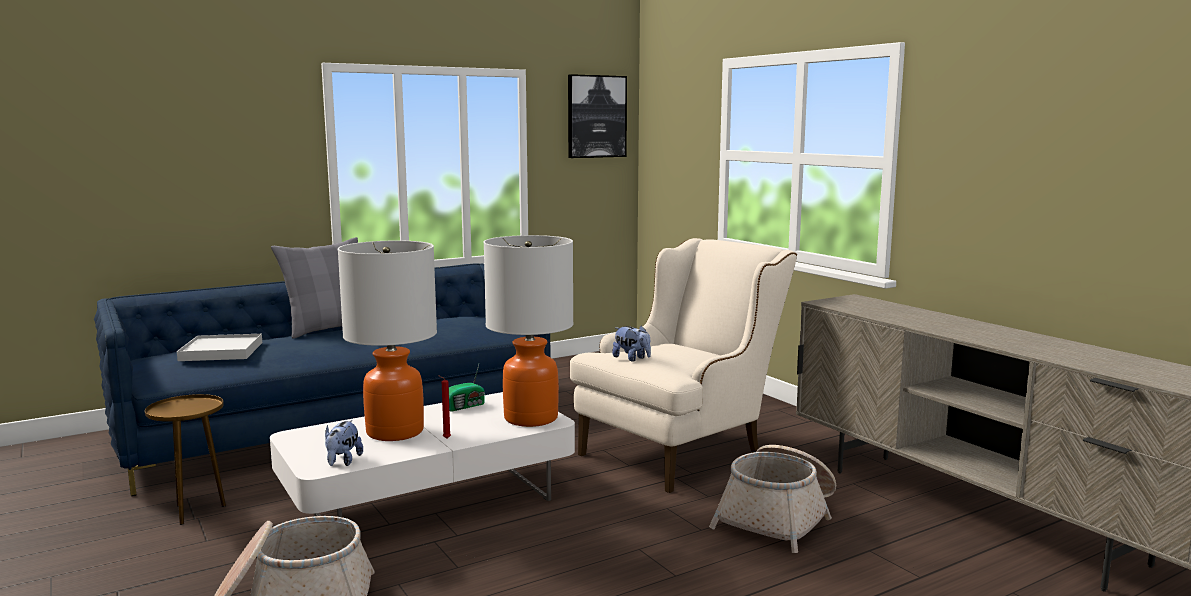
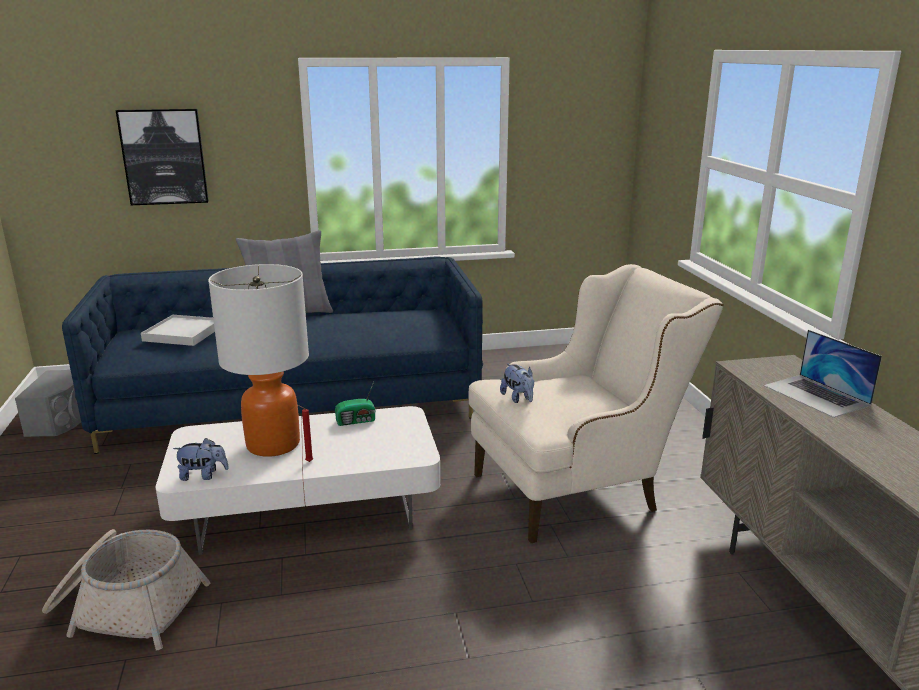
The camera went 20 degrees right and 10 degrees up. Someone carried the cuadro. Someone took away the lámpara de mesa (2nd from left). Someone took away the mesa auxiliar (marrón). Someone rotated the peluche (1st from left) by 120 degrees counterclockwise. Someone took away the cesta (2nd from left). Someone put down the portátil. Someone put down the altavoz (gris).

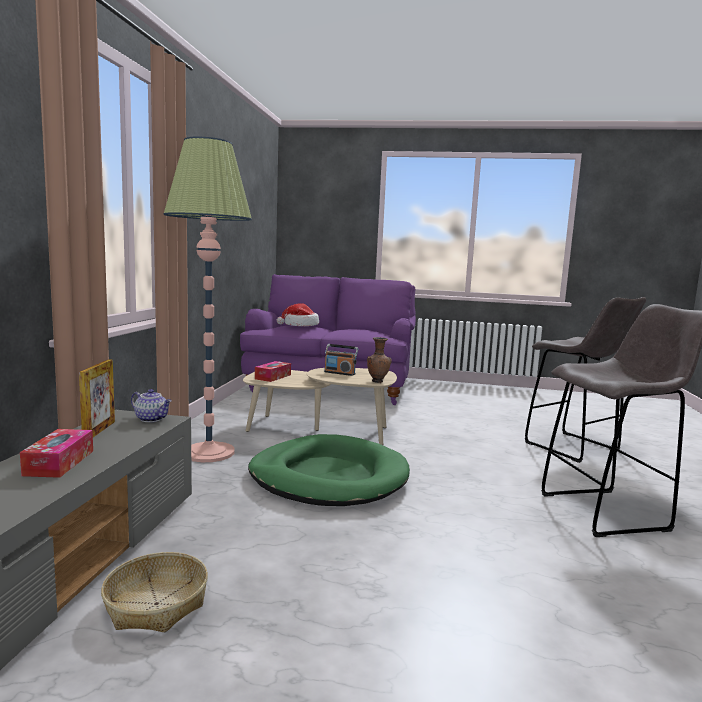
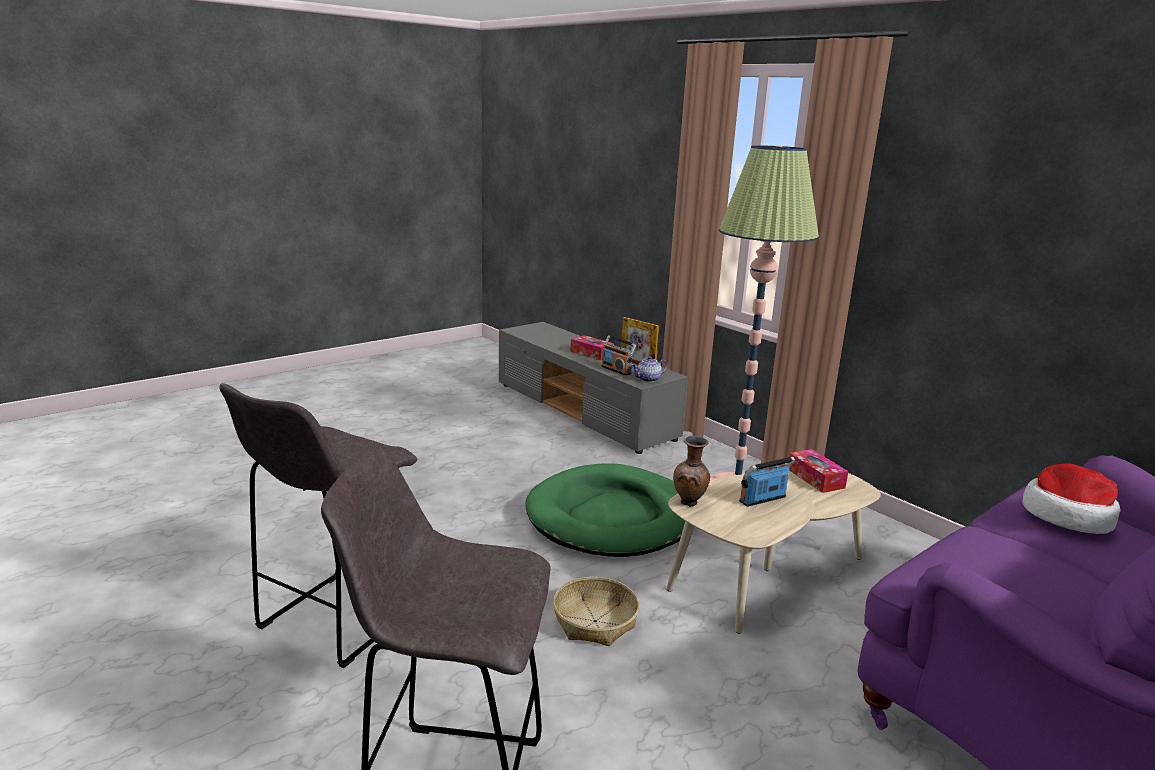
The camera went 130 degrees right and 10 degrees up. Someone carried the cesta. Someone put down the radio (1st from left).

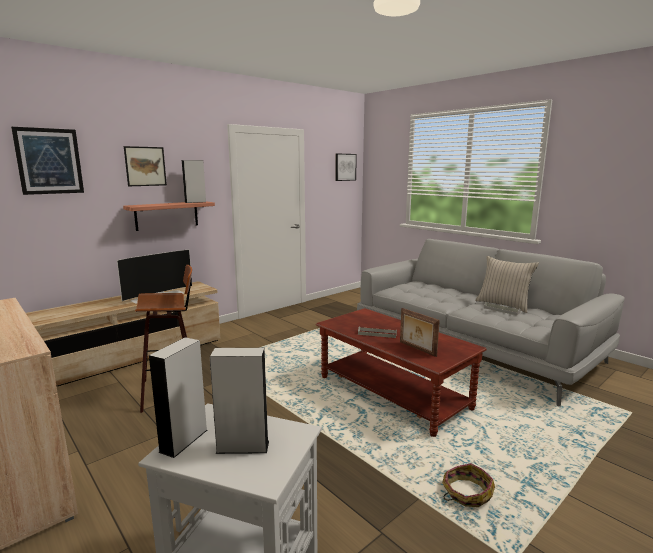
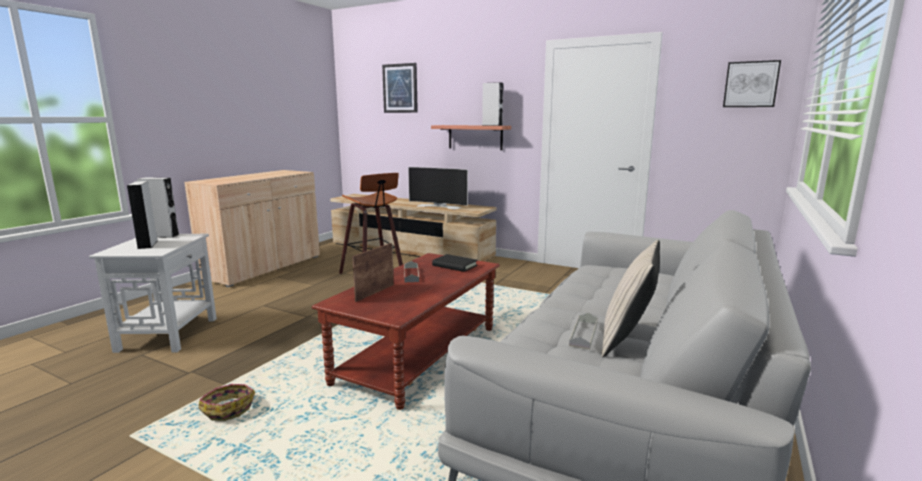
The camera went 70 degrees right and 0 degrees up. Someone took away the cuadro (2nd from left). Someone put down the libro (negro).

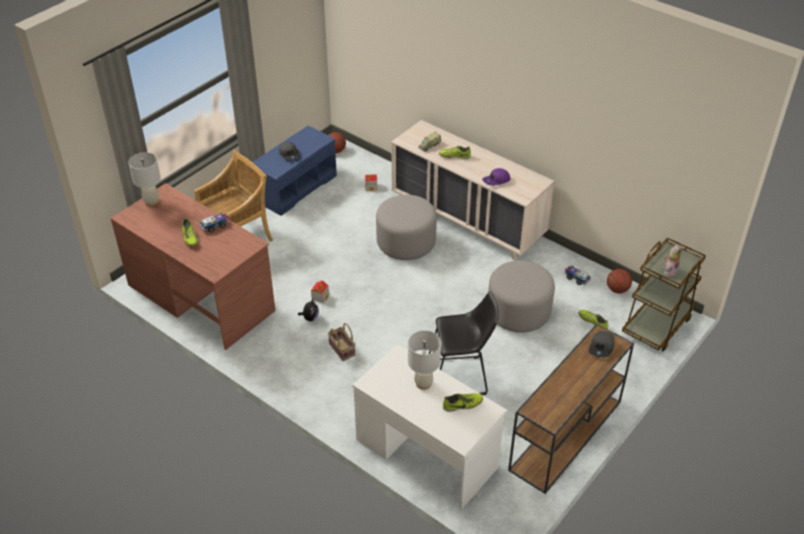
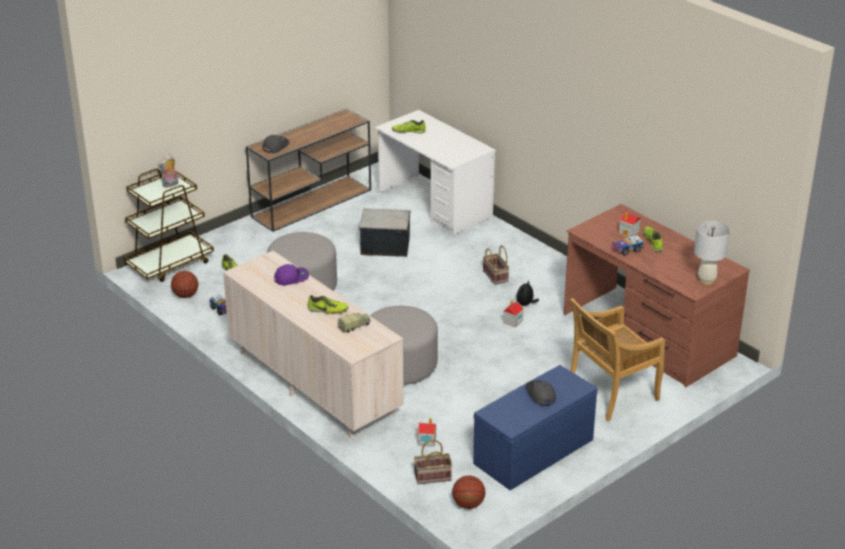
The camera went 170 degrees left and 10 degrees down. Someone swapped the taburete (negro) for the caja de almacenaje. Someone took away the lámpara de mesa (blanco) (2nd from left). Someone put down the casita (3rd from left). Someone put down the cesta (1st from left).

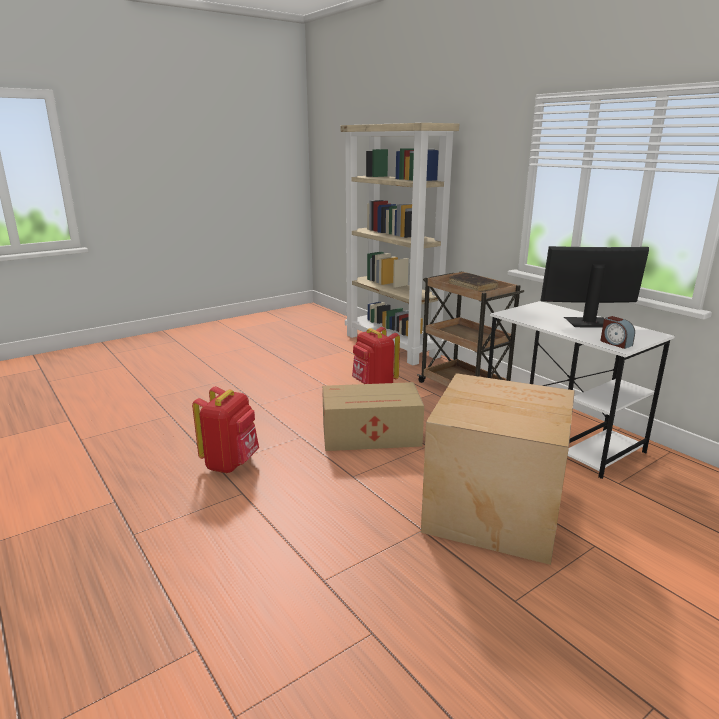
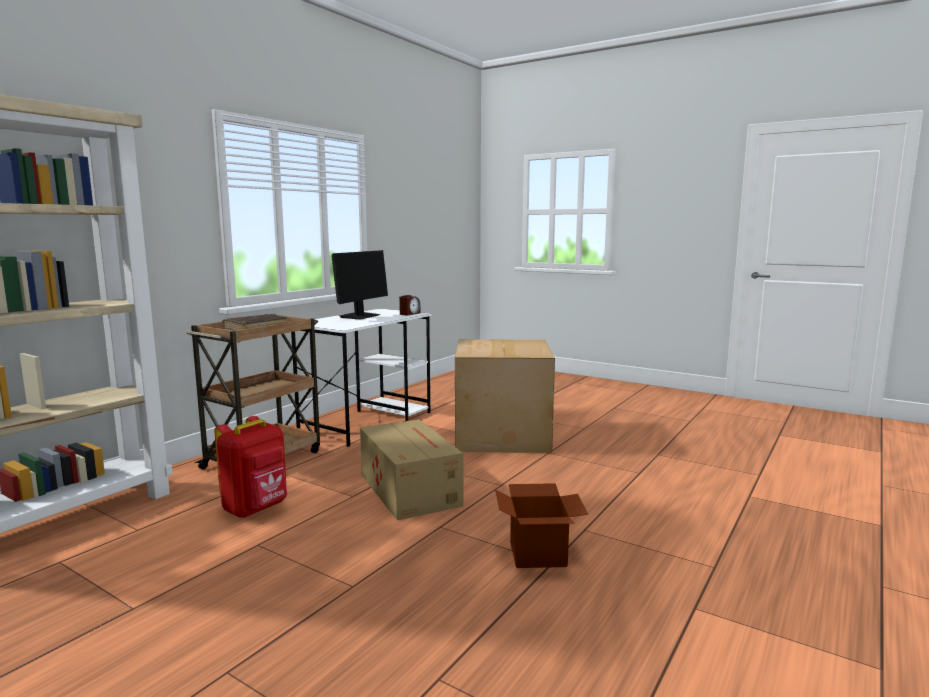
The camera went 110 degrees left and 10 degrees down. Someone rotated the monitor by 135 degrees counterclockwise. Someone swapped the mochila (rojo) (1st from left) for the caja de cartón (3rd from left).

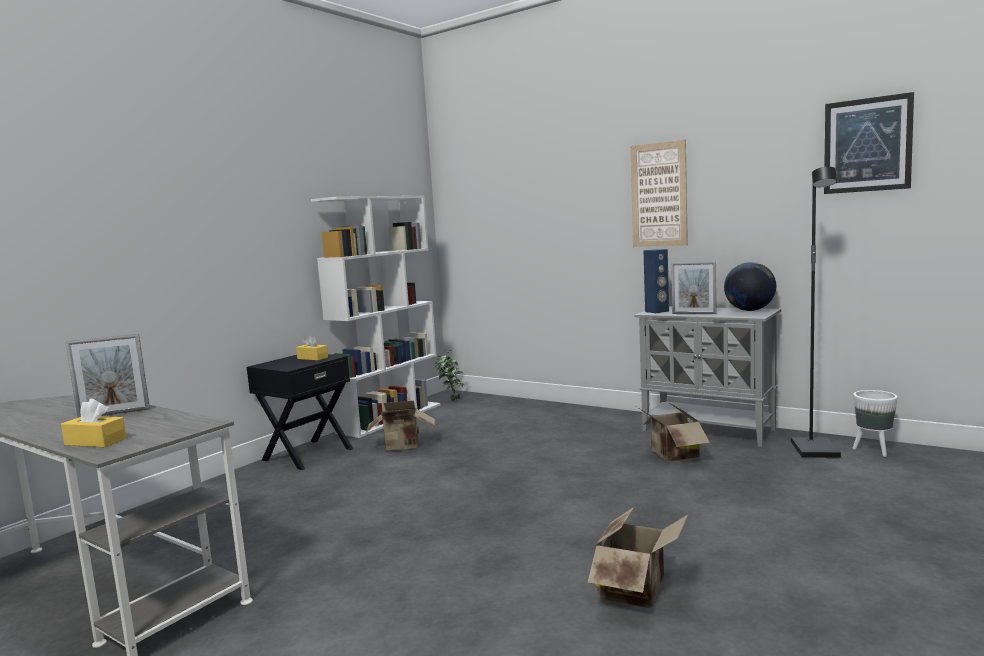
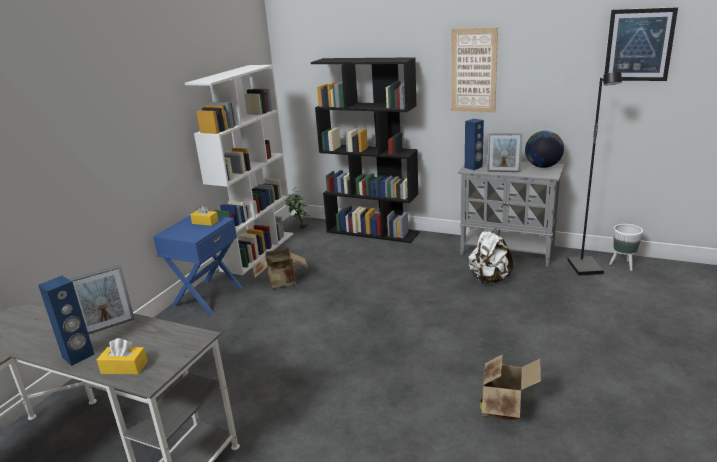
The camera went 10 degrees left and 15 degrees up. Someone repainted the mesita de noche (negro), which became the mesita de noche (azul). Someone swapped the caja de cartón (3rd from left) for the mochila (blanco). Someone put down the estantería (negro). Someone put down the altavoz (azul) (1st from left).

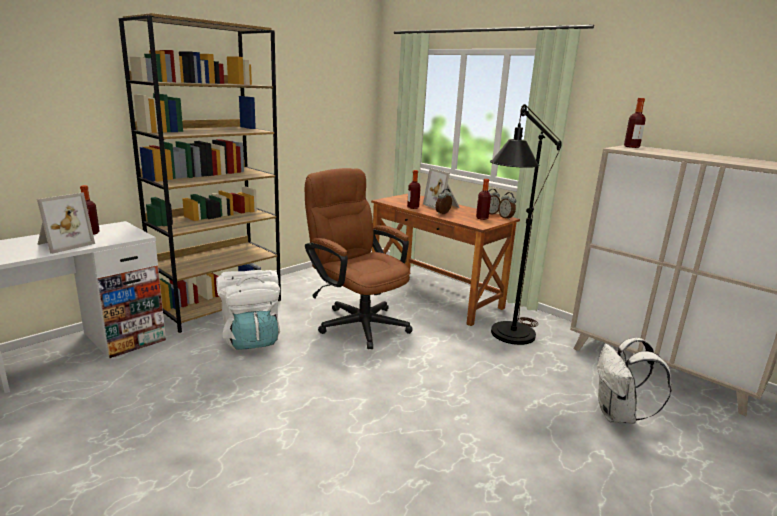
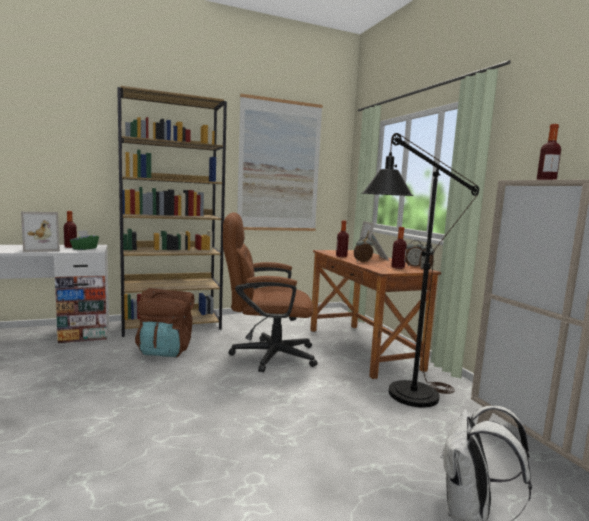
The camera went 25 degrees right and 10 degrees down. Someone rotated the silla de oficina (marrón) by 75 degrees counterclockwise. Someone repainted the mochila (blanco) (1st from left), which became the mochila (marrón). Someone put up the cuadro. Someone put down the caja de pañuelos (verde).

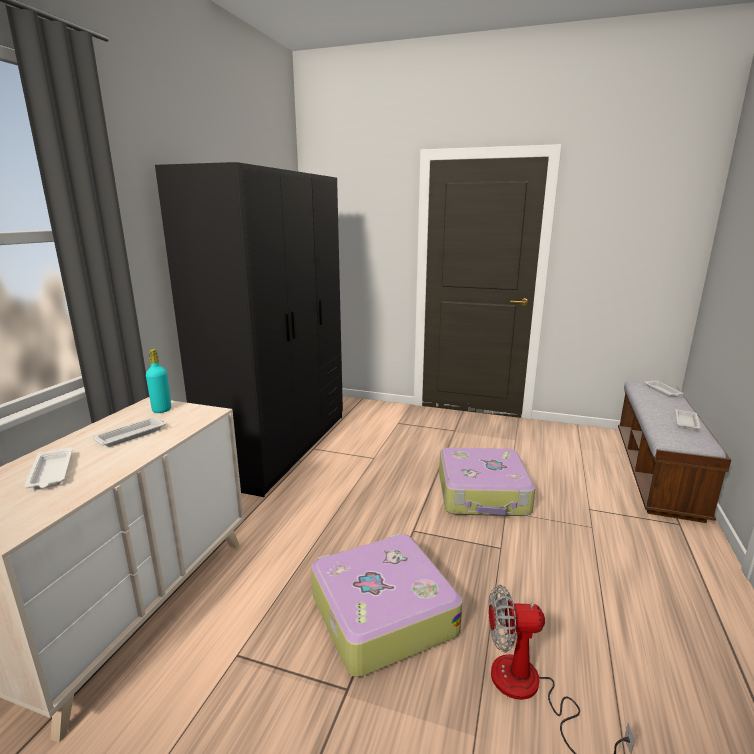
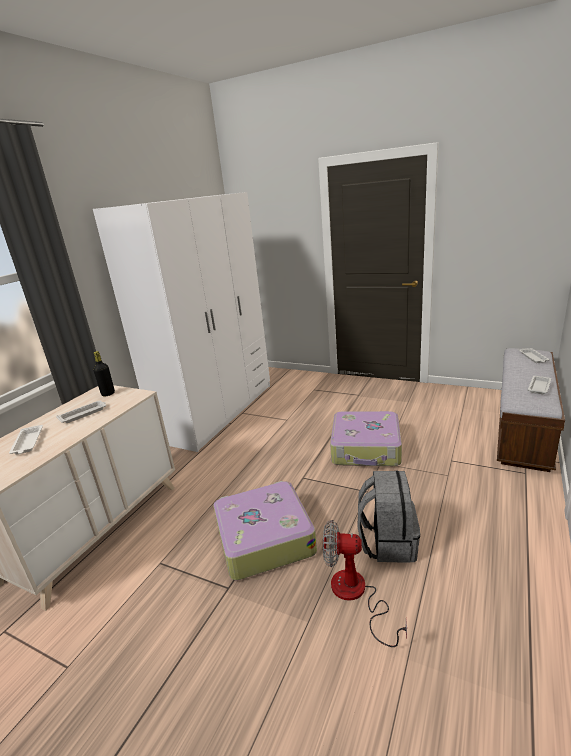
The camera went 10 degrees right and 5 degrees up. Someone repainted the armario ropero (negro), which became the armario ropero (blanco). Someone repainted the botella (turquesa), which became the botella (negro). Someone put down the mochila (gris).

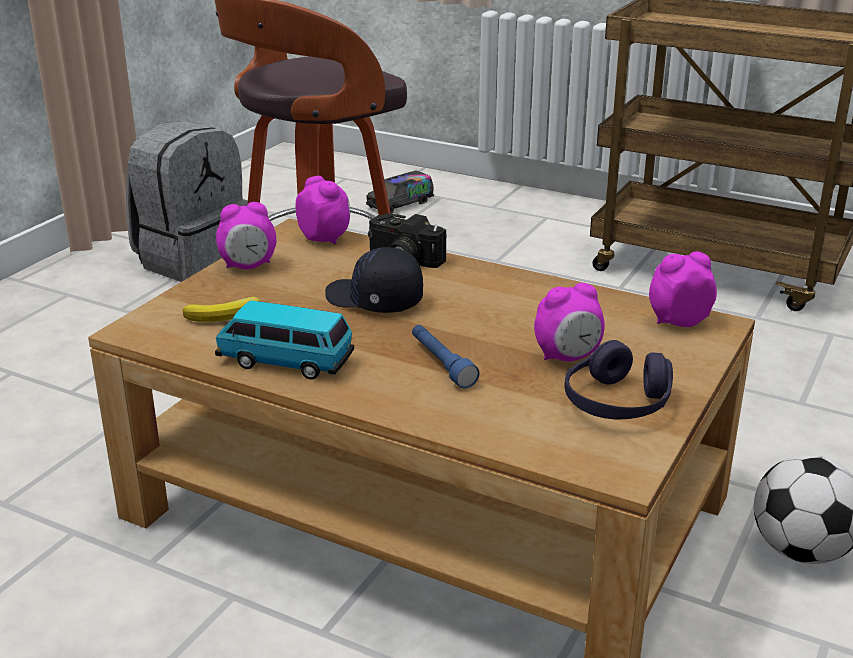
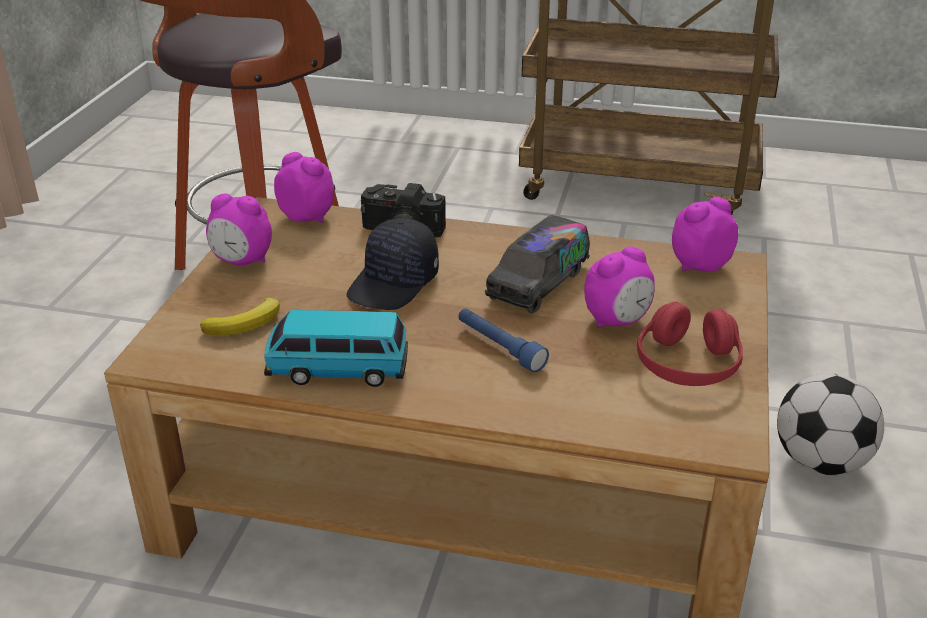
The camera went 15 degrees left and 5 degrees up. Someone took away the mochila (gris). Someone carried the camión de juguete. Someone rotated the despertador (1st from left) by 45 degrees clockwise. Someone rotated the gorra (negro) by 75 degrees counterclockwise. Someone repainted the auriculares (morado), which became the auriculares (rojo).

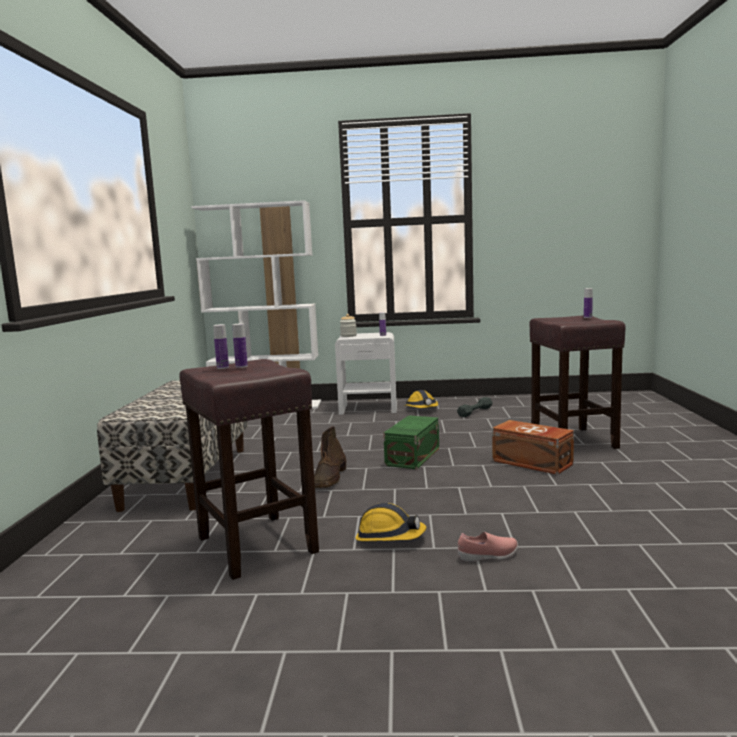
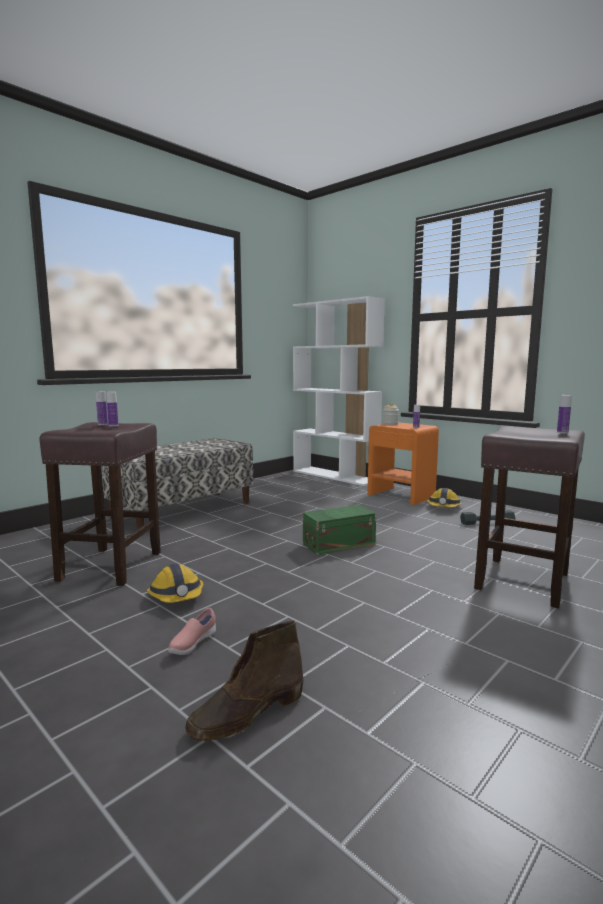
The camera went 40 degrees right and 0 degrees up. Someone repainted the mesita de noche (blanco), which became the mesita de noche (naranja). Someone took away the caja de almacenaje (marrón). Someone carried the bota (marrón). Someone rotated the zapato (rosa) by 90 degrees clockwise.

